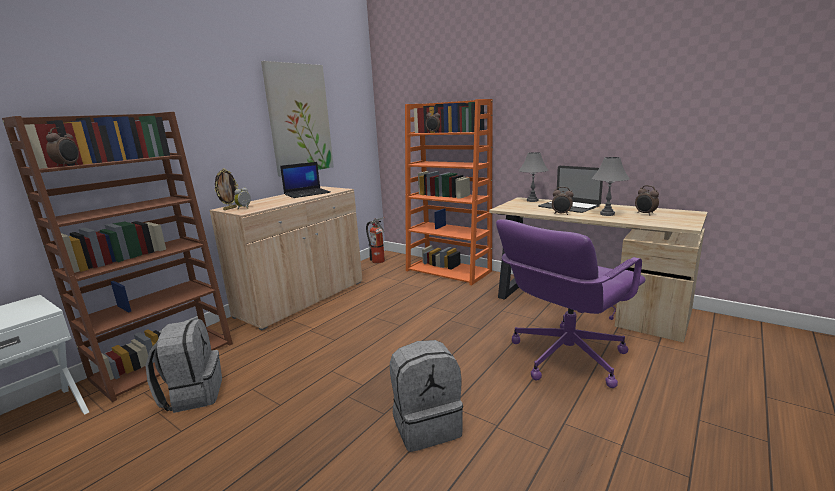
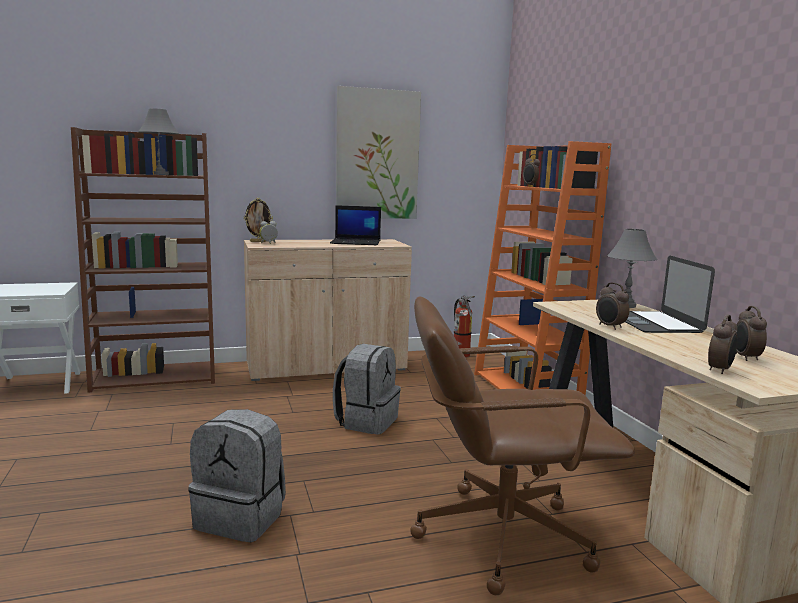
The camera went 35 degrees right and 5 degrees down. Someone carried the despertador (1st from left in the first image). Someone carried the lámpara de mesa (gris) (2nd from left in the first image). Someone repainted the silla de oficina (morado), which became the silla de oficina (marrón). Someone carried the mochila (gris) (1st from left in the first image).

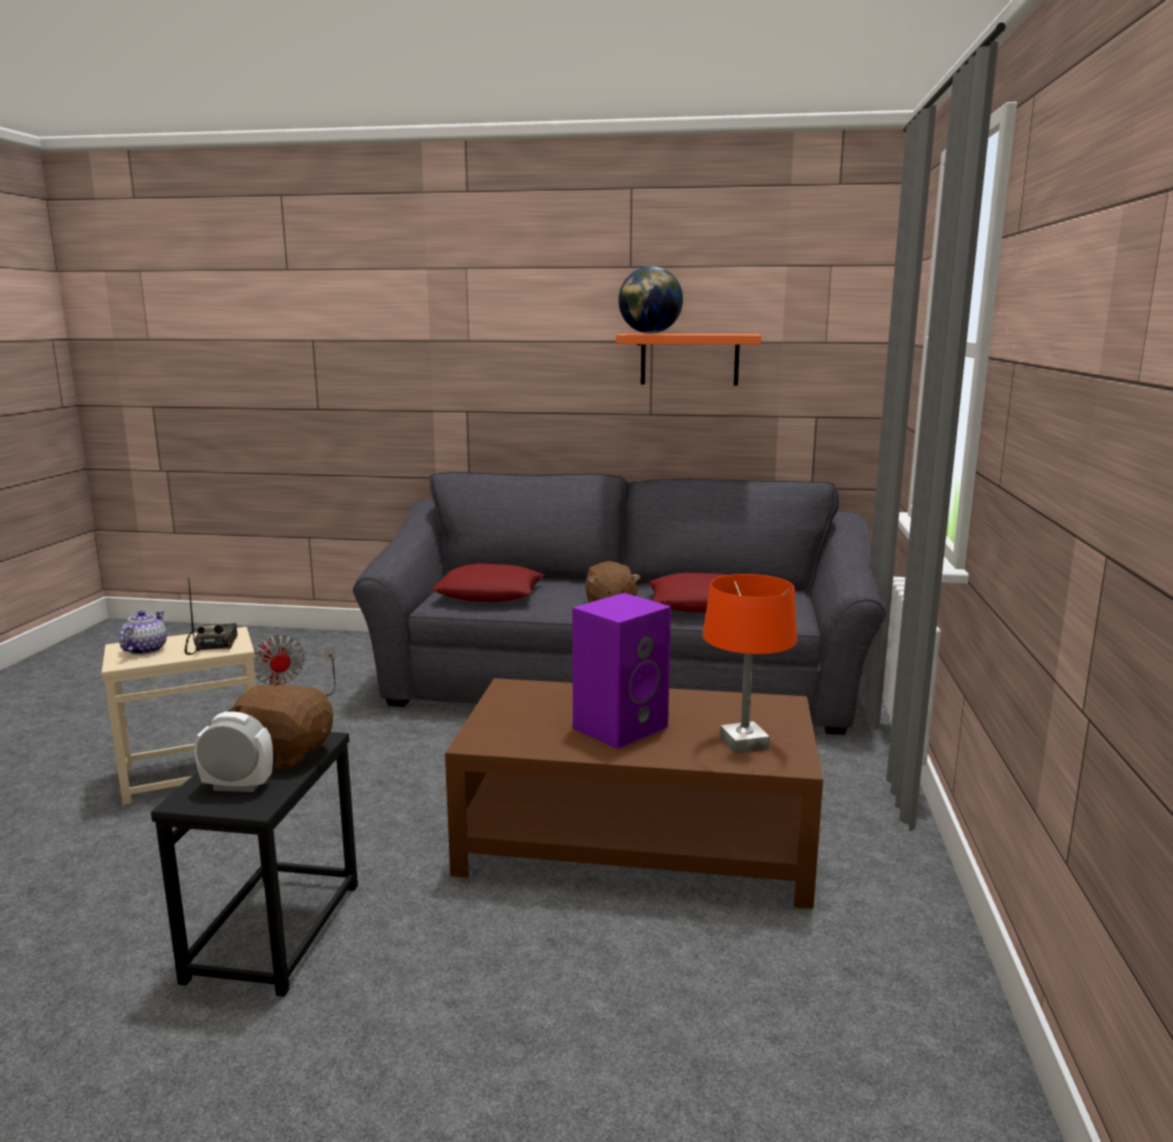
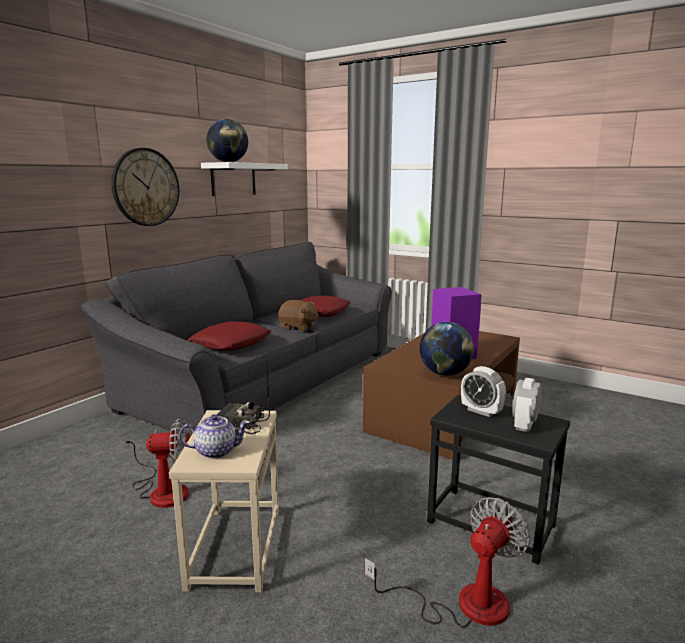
The camera went 65 degrees left and 0 degrees up. Someone repainted the estante (naranja), which became the estante (blanco). Someone took away the lámpara de mesa (naranja). Someone rotated the tetera by 135 degrees clockwise. Someone swapped the peluche (marrón) (1st from left) for the despertador (1st from left). Someone put up the reloj de pared. Someone put down the globo terráqueo (2nd from left). Someone put down the ventilador (2nd from left).

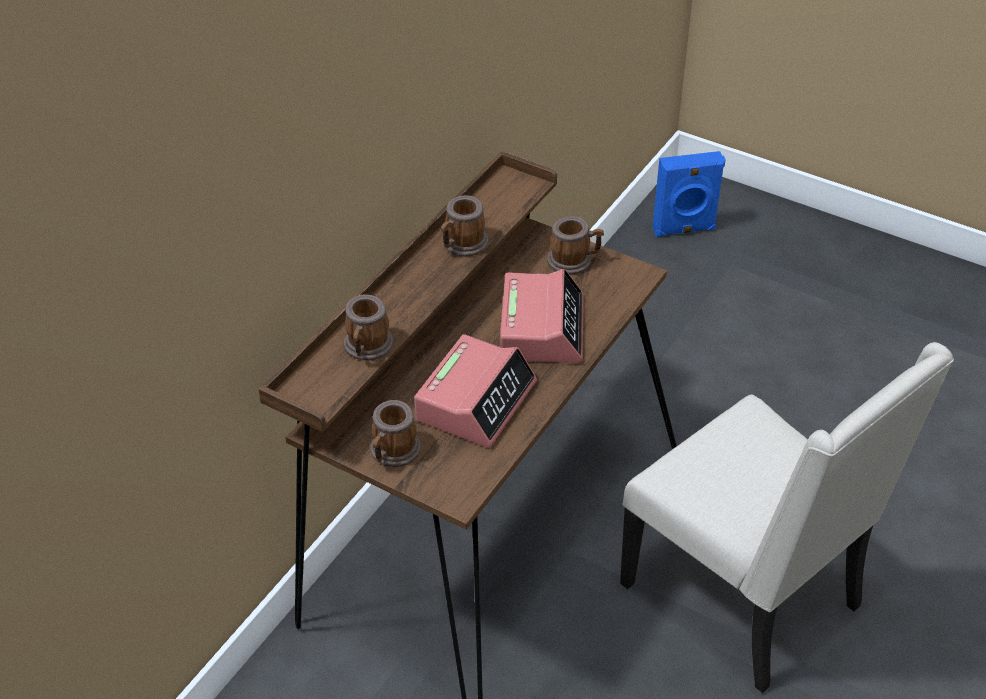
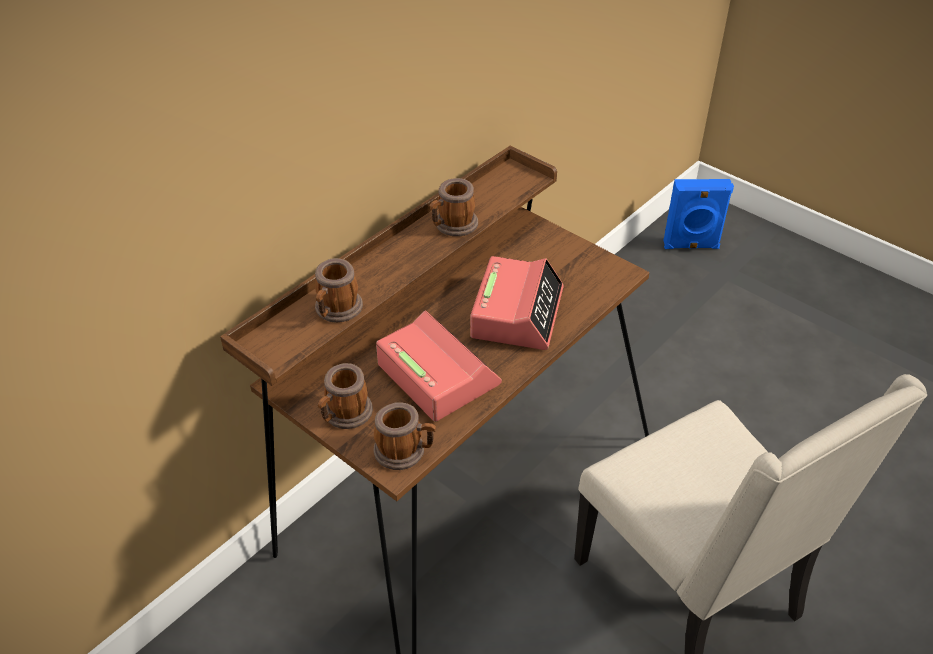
The camera went 10 degrees right and 0 degrees up. Someone carried the taza grande (4th from left in the first image). Someone rotated the despertador (1st from left) by 75 degrees counterclockwise.

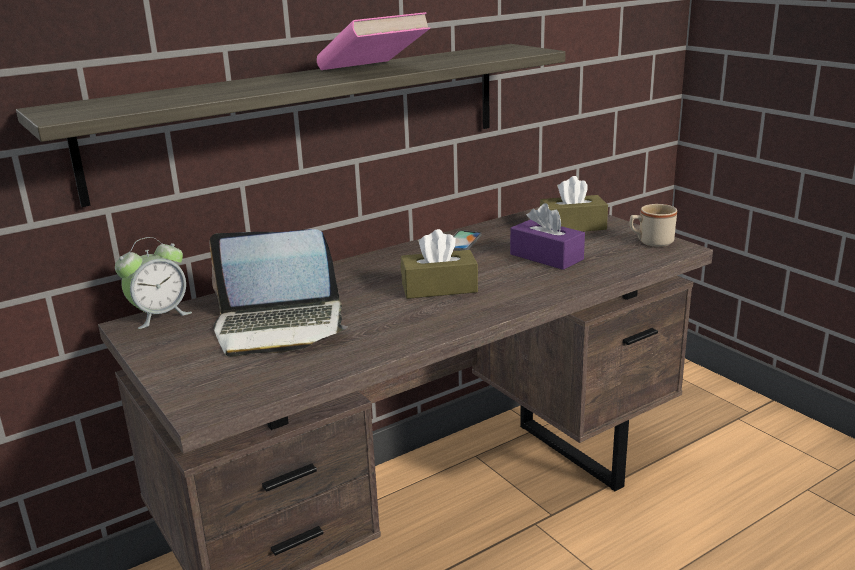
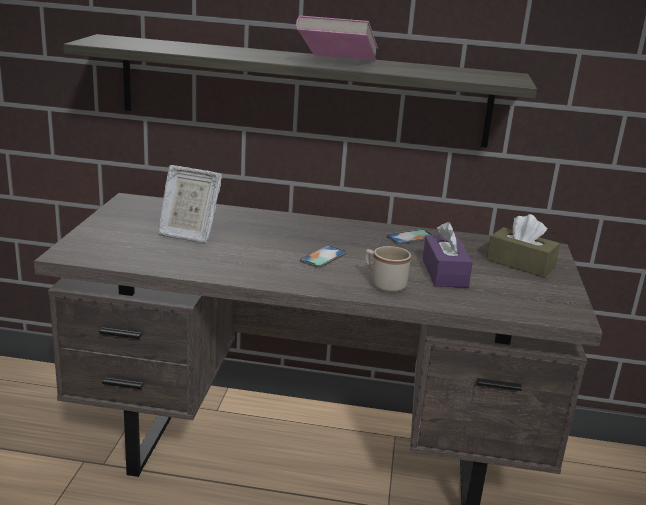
The camera went 40 degrees right and 0 degrees up. Someone carried the taza grande (beis). Someone swapped the portátil for the portarretratos. Someone swapped the caja de pañuelos (marrón) (1st from left) for the móvil (1st from left). Someone took away the despertador.

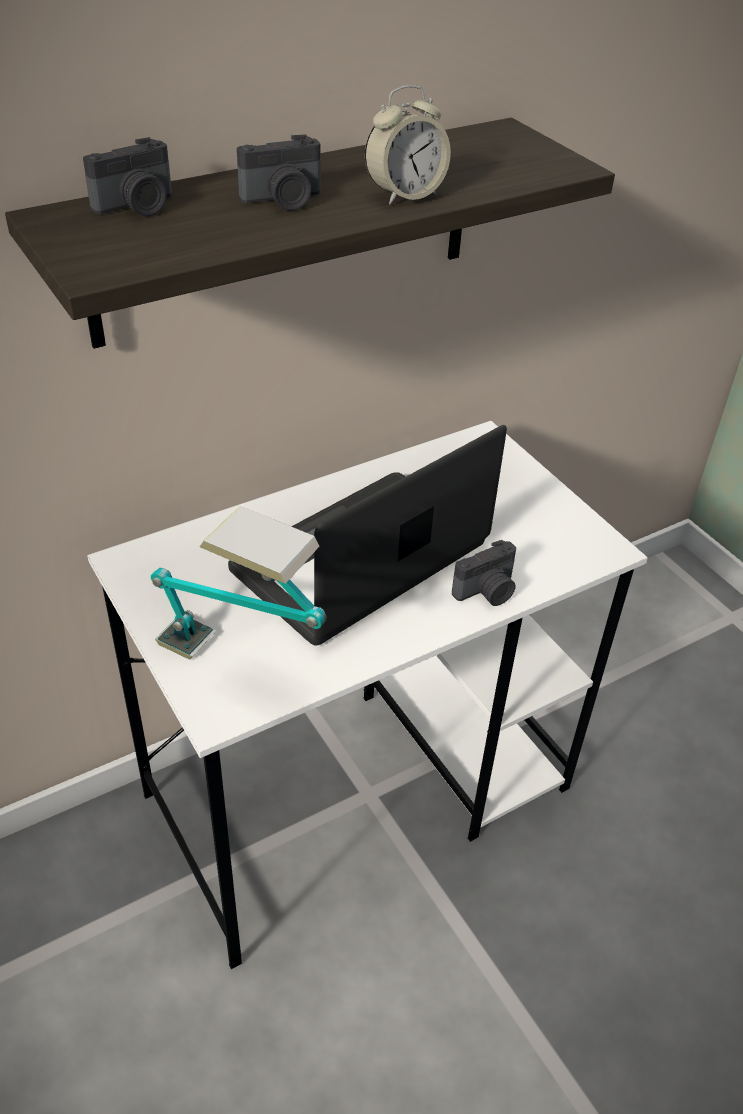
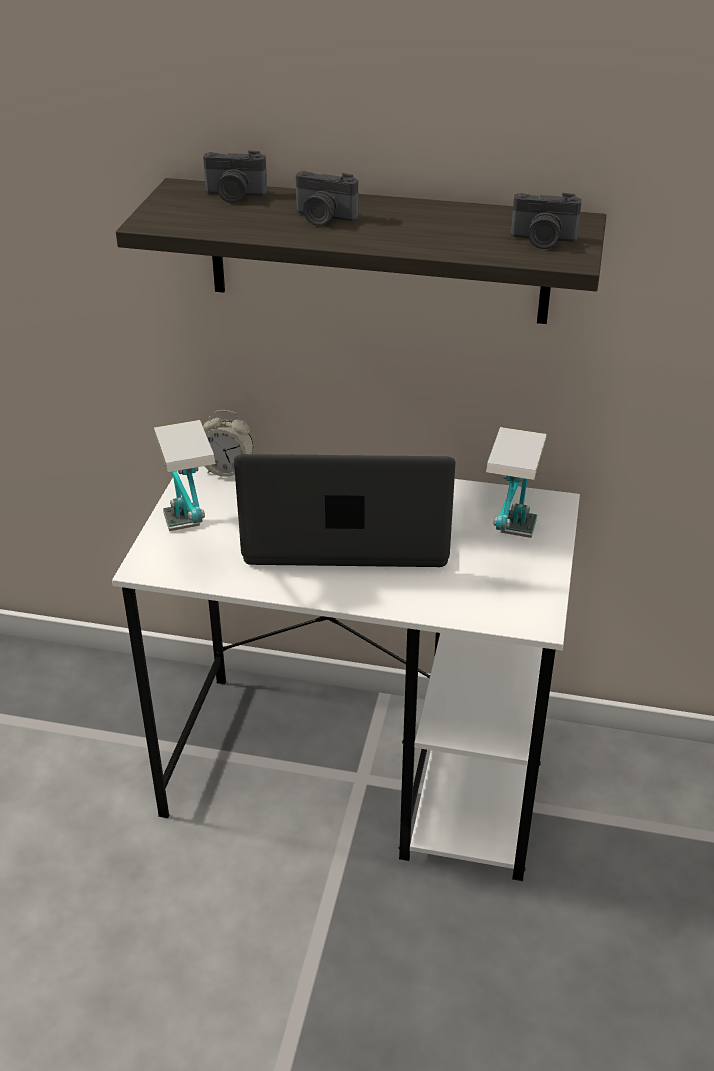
The camera went 45 degrees right and 5 degrees down. Someone carried the despertador. Someone carried the cámara (3rd from left). Someone put down the lámpara de mesa (2nd from left).

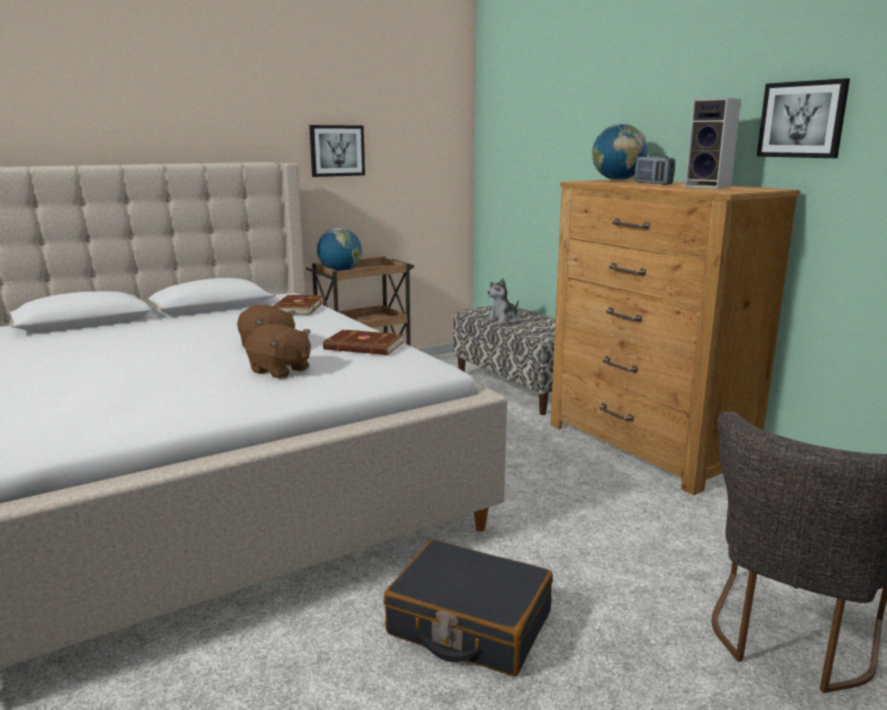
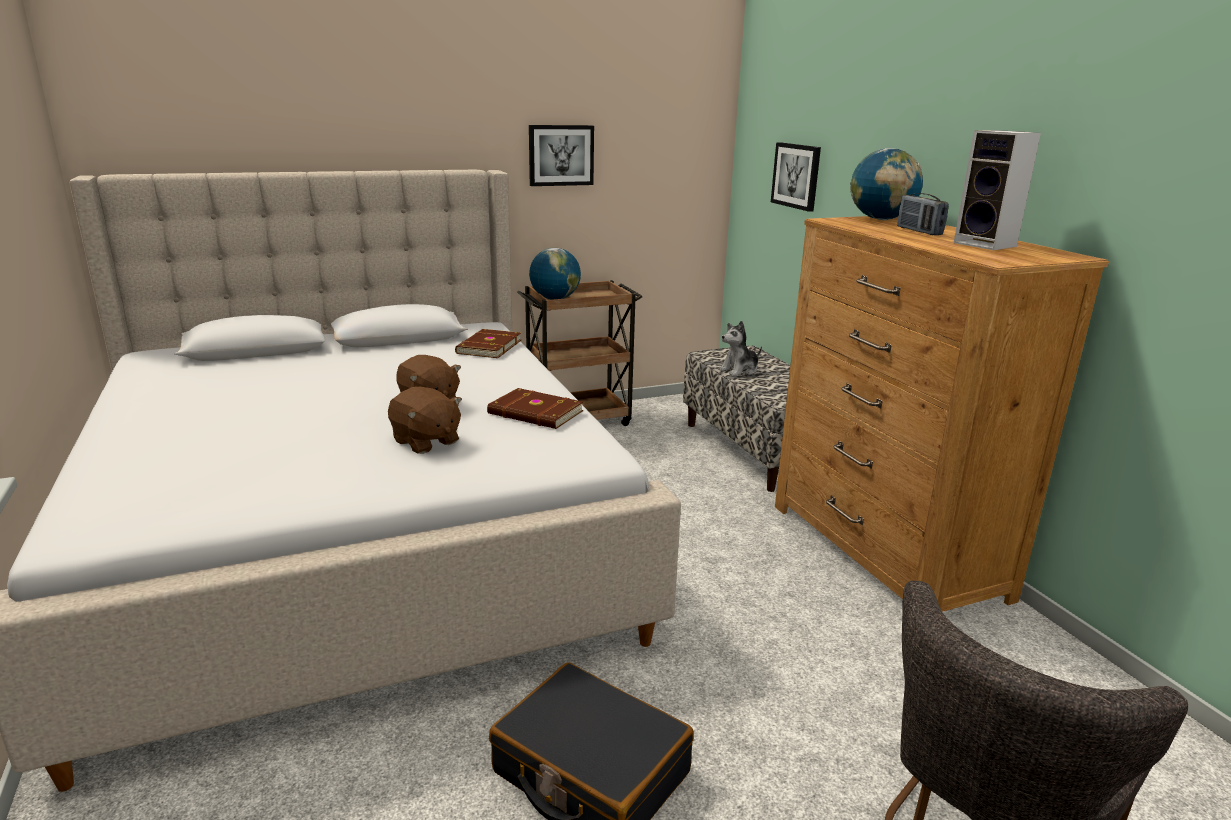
The camera went 10 degrees right and 5 degrees up. Someone carried the cuadro (2nd from left).

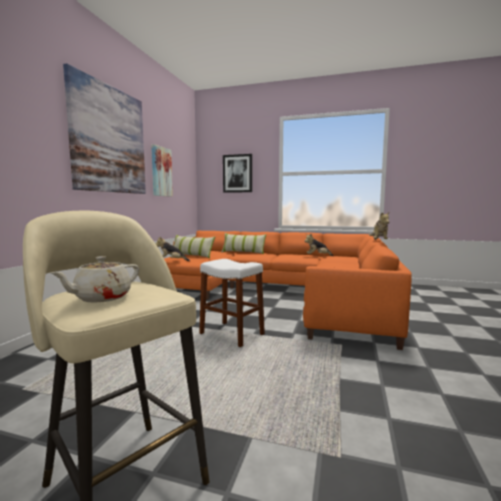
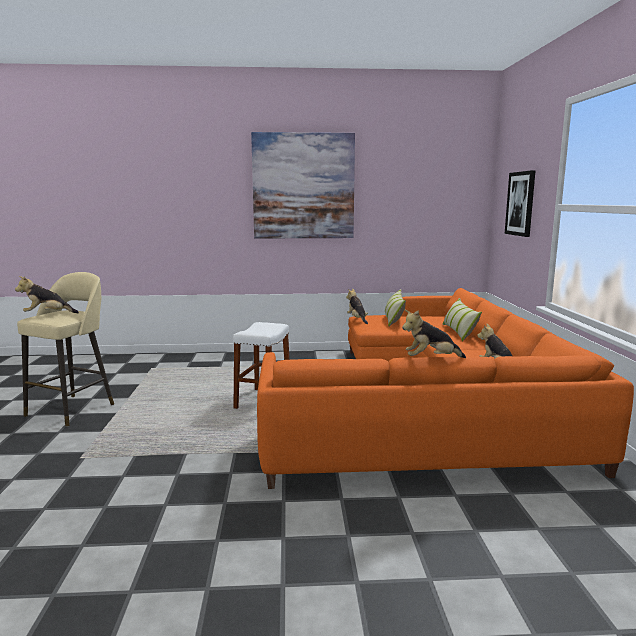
The camera went 70 degrees right and 5 degrees up. Someone took away the cuadro (2nd from left). Someone swapped the tetera (beis) for the peluche (1st from left).

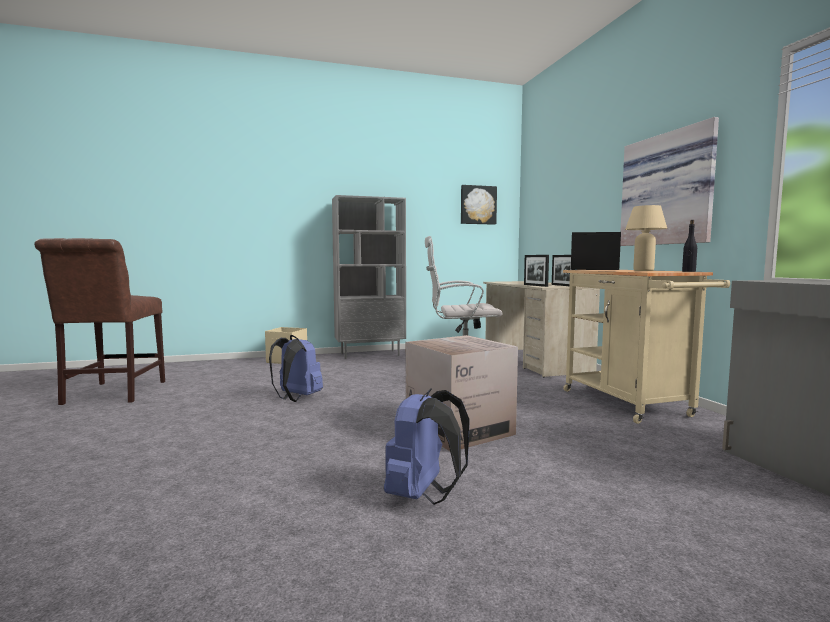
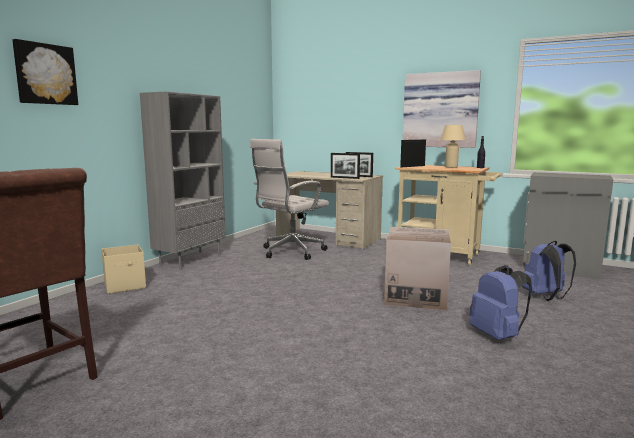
The camera went 45 degrees left and 5 degrees up. Someone carried the cuadro (1st from left). Someone carried the mochila (azul) (1st from left in the first image).

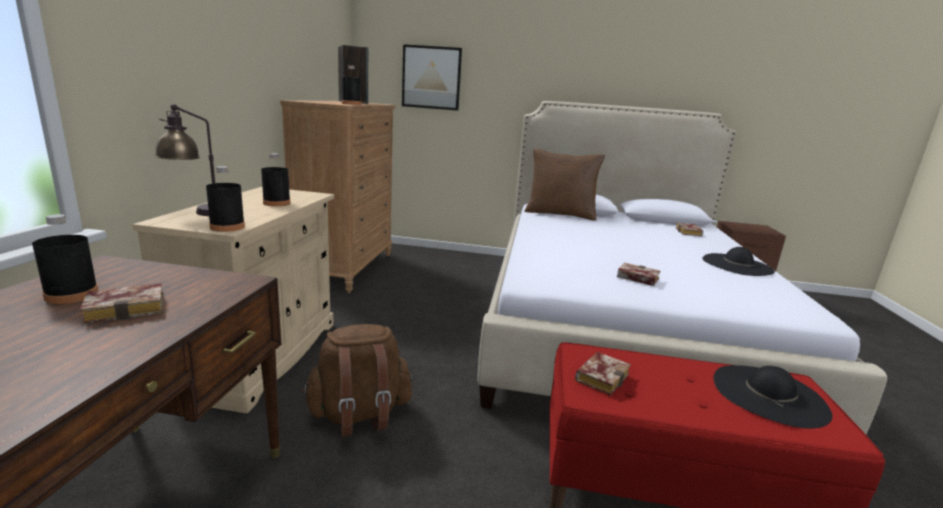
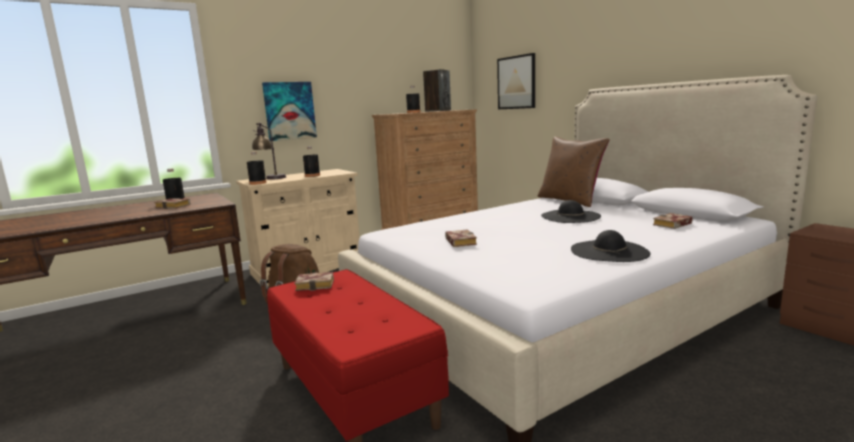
The camera went 50 degrees right and 5 degrees down. Someone carried the sombrero (negro) (2nd from left in the first image). Someone put up the cuadro (1st from left).

